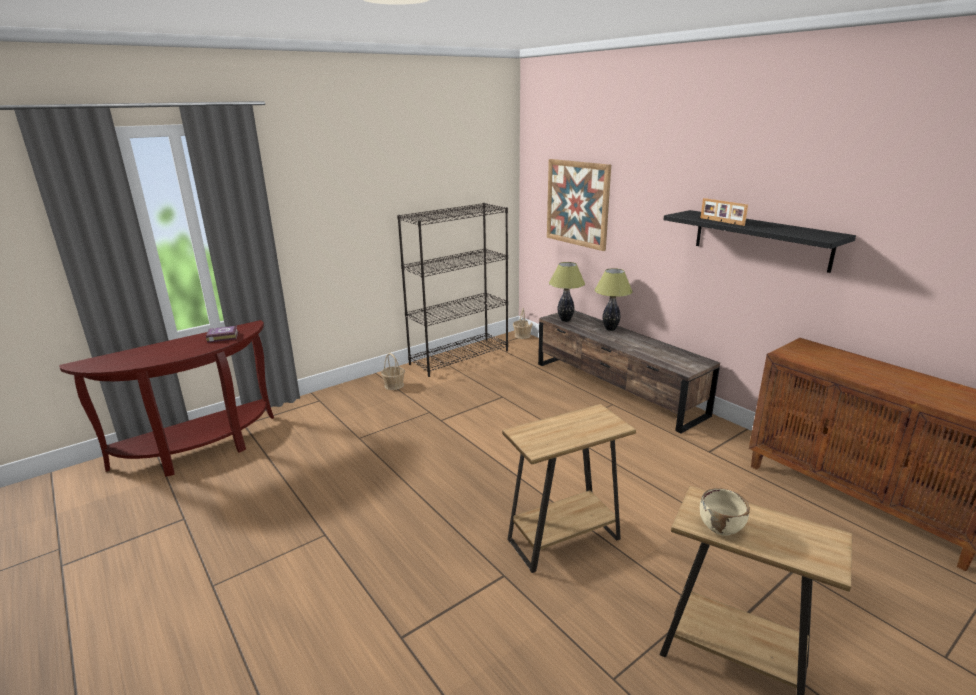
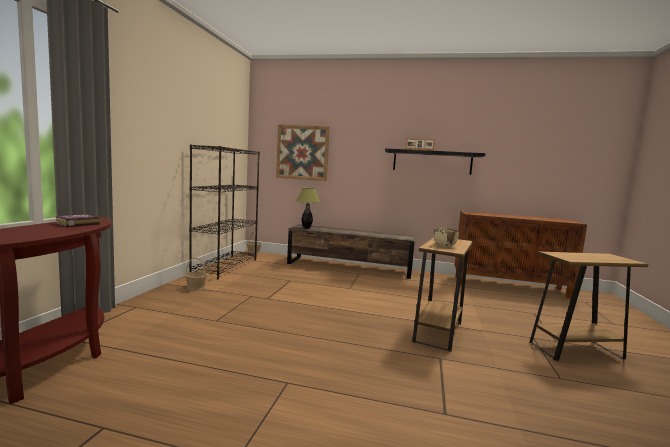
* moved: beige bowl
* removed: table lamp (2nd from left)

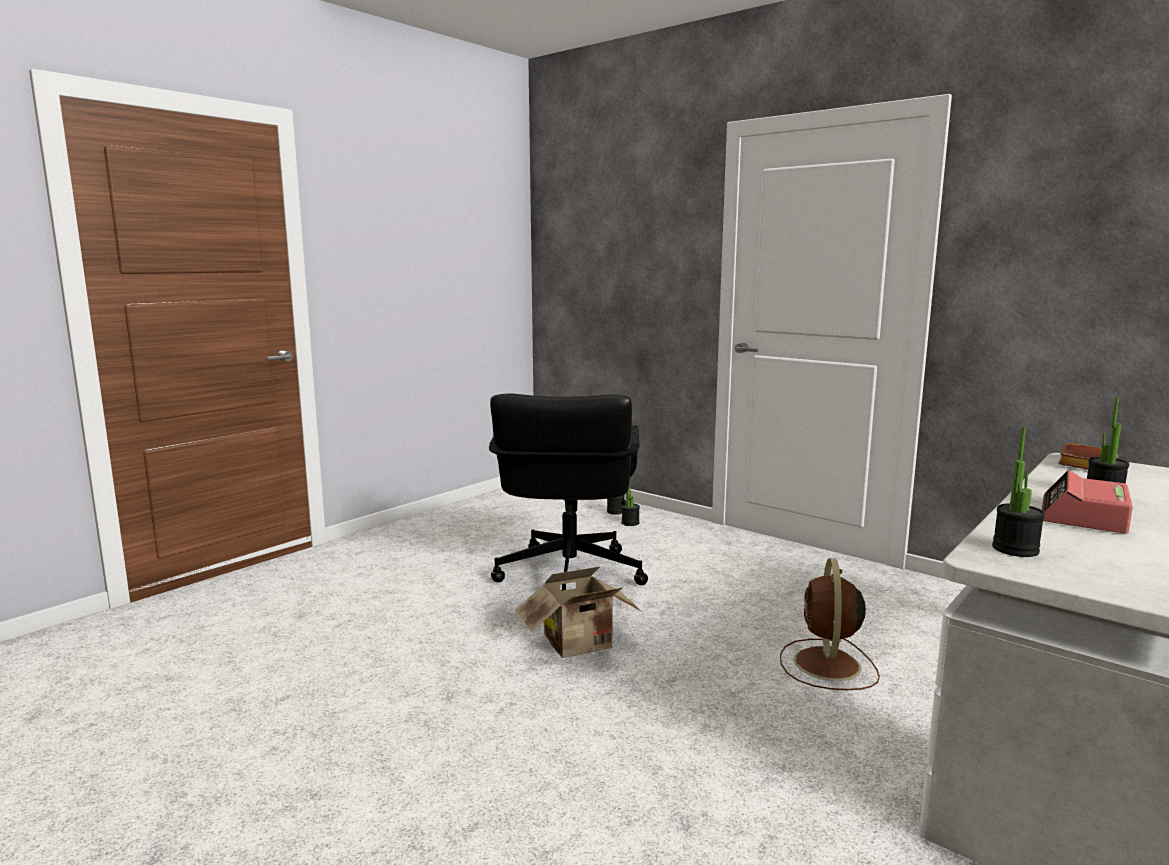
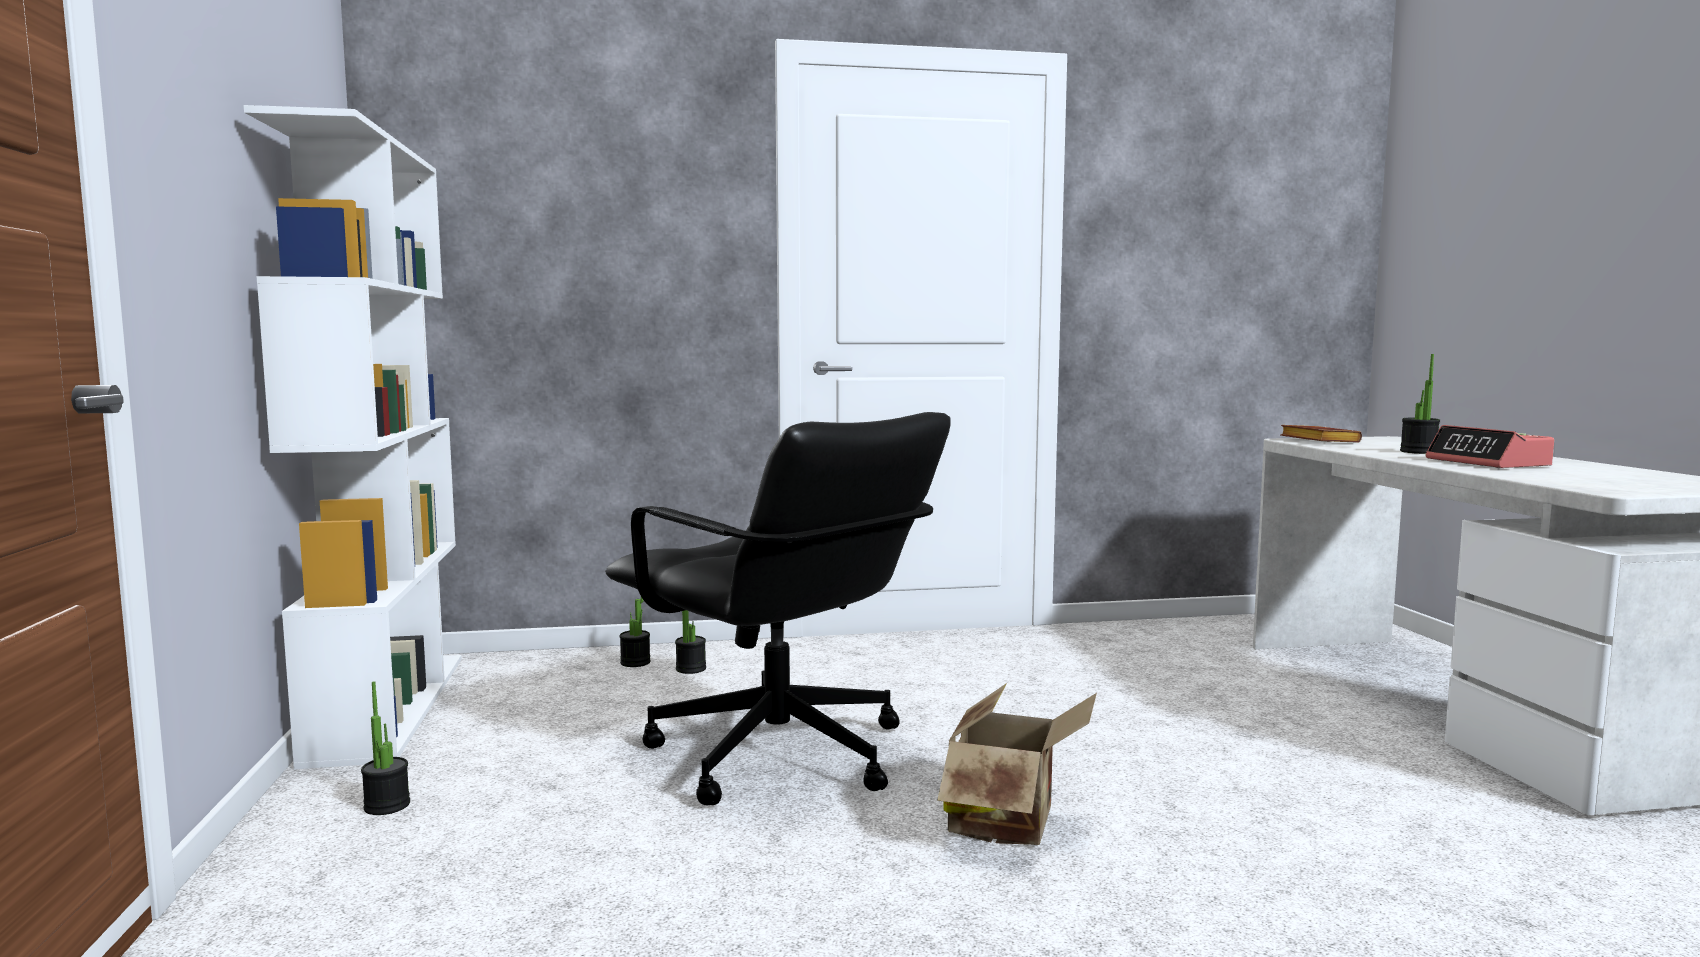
* added: white bookcase
* moved: potted plant (3rd from left in the first image) to potted plant (1st from left)
* removed: brown fan

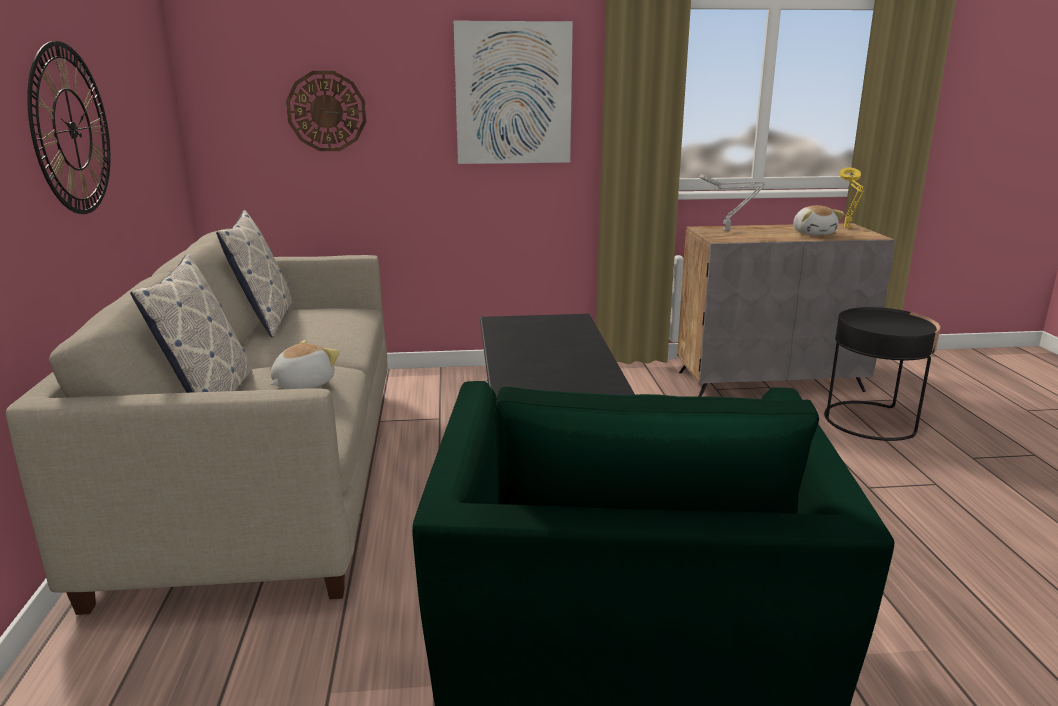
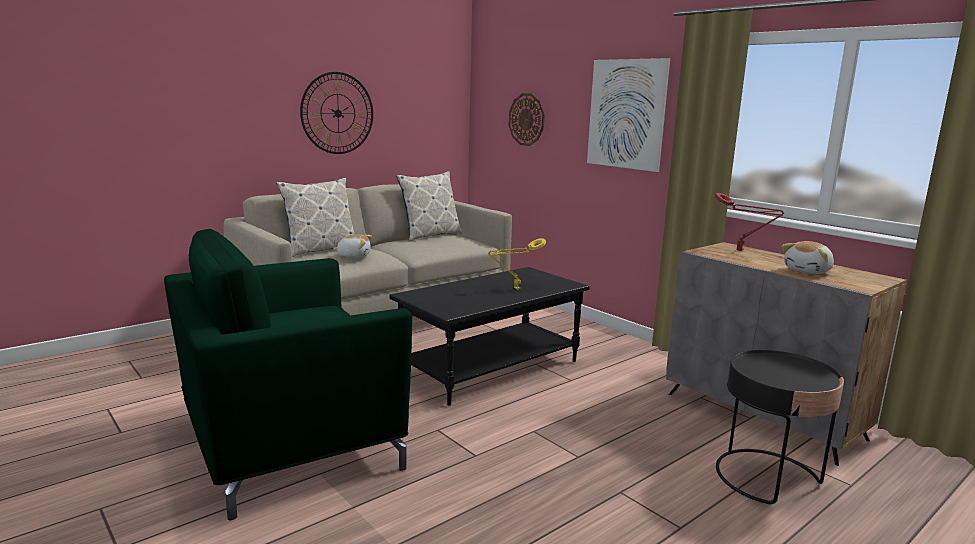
* moved: yellow table lamp
* recoloured: grey table lamp to red table lamp

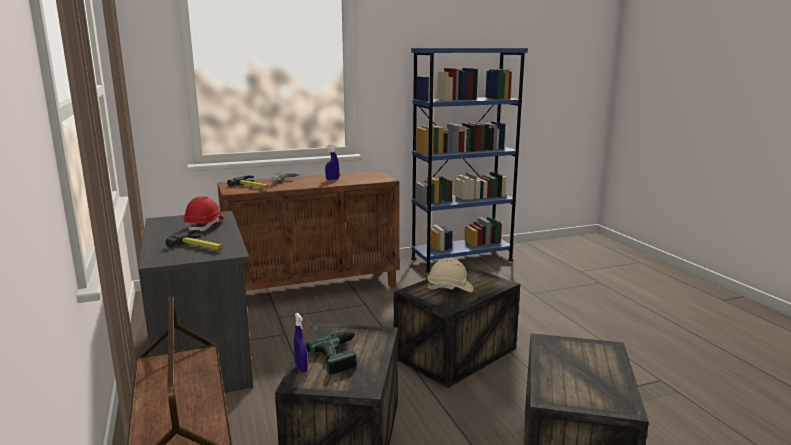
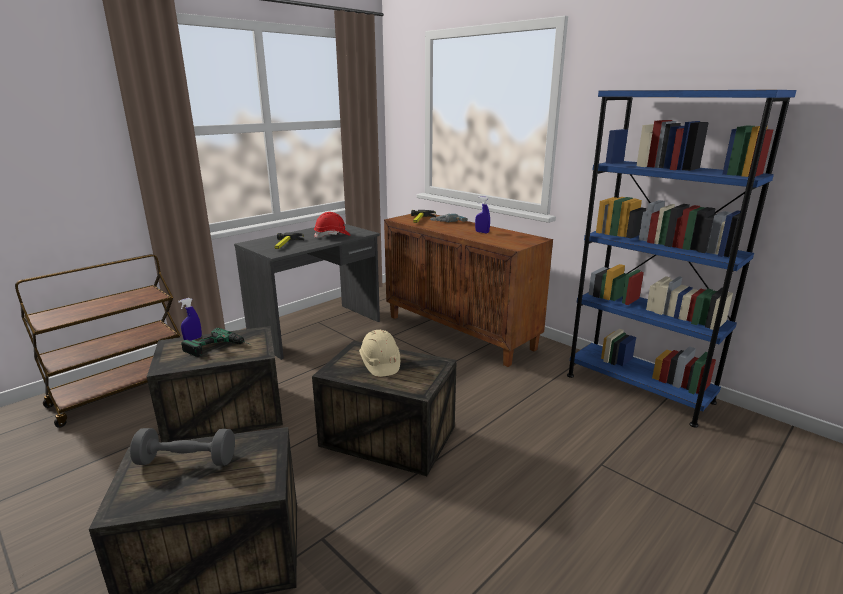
* added: grey dumbbell

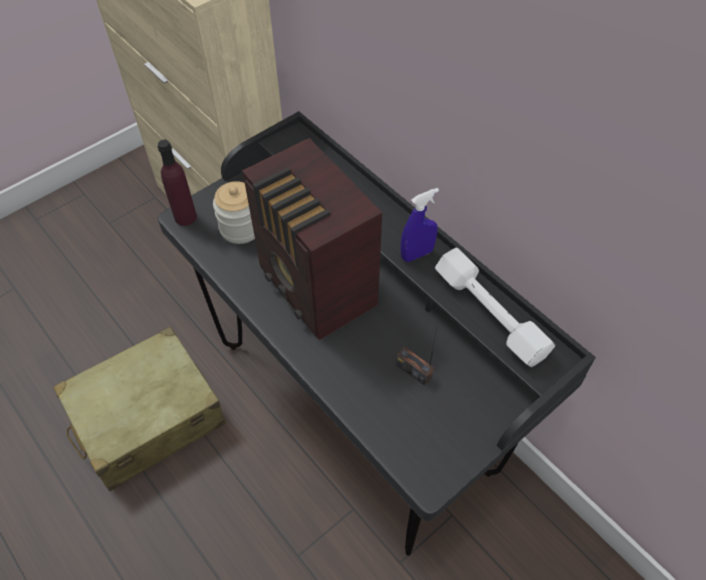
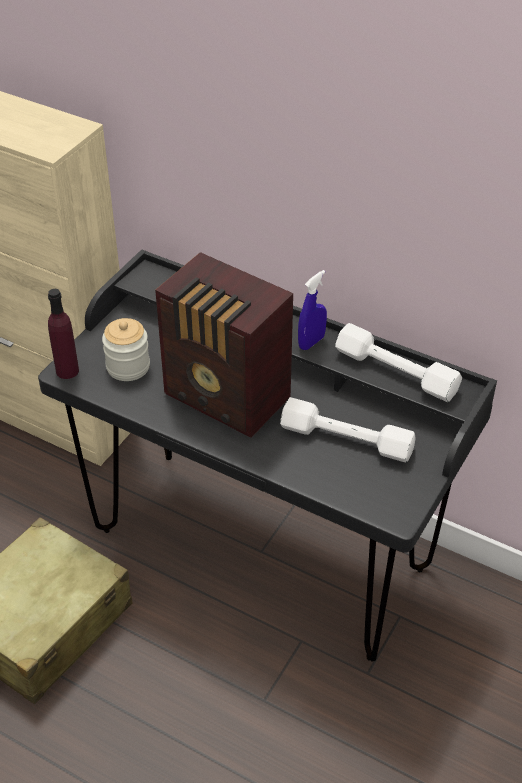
* replaced: radio (2nd from left) to white dumbbell (1st from left)

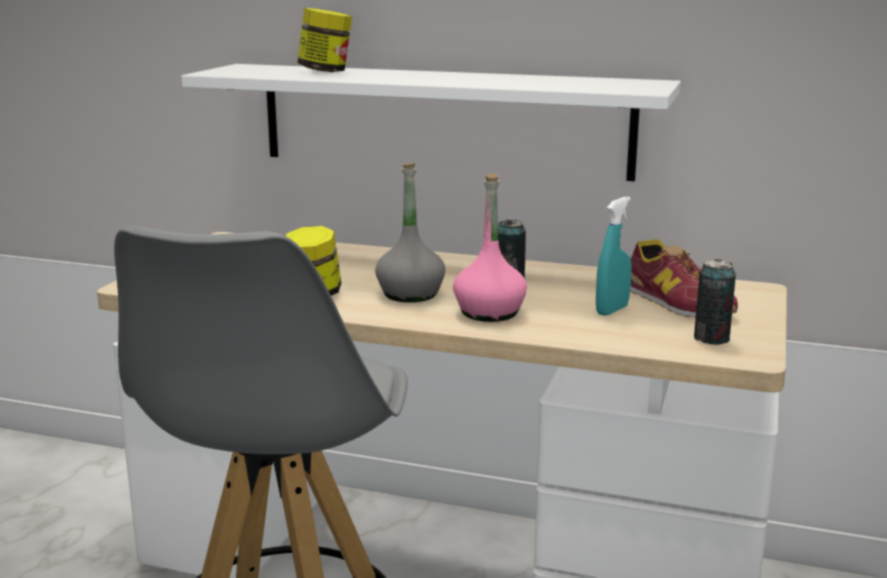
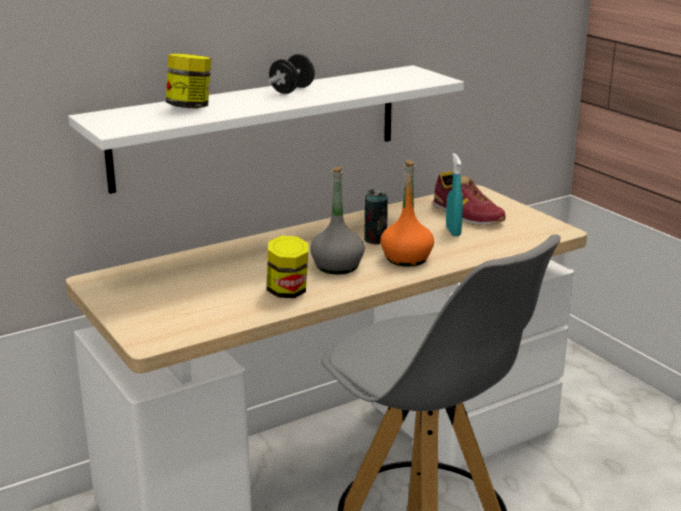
* added: black dumbbell
* recoloured: pink bottle to orange bottle
* turned: shoe 45 degrees clockwise
* removed: can (2nd from left)

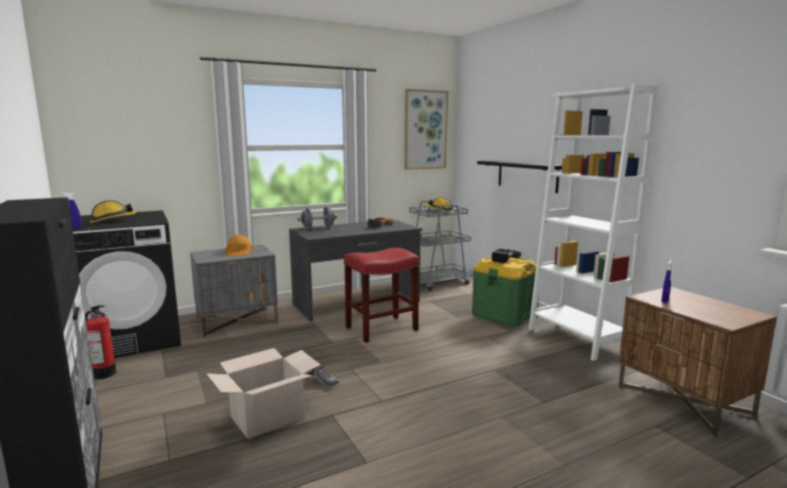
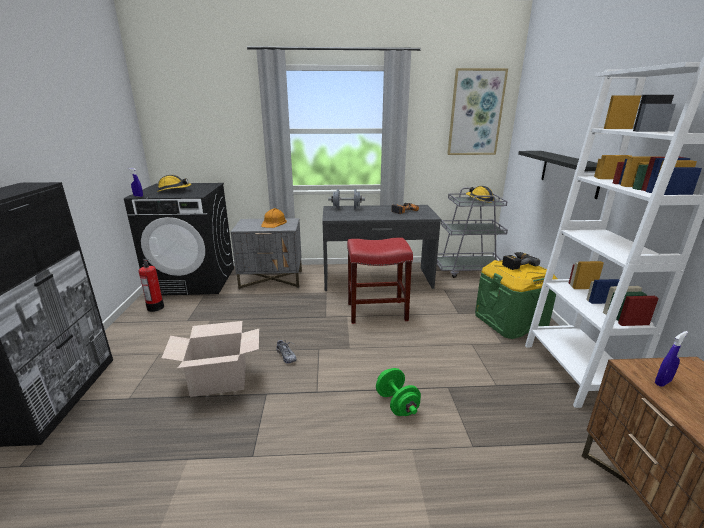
* added: green dumbbell

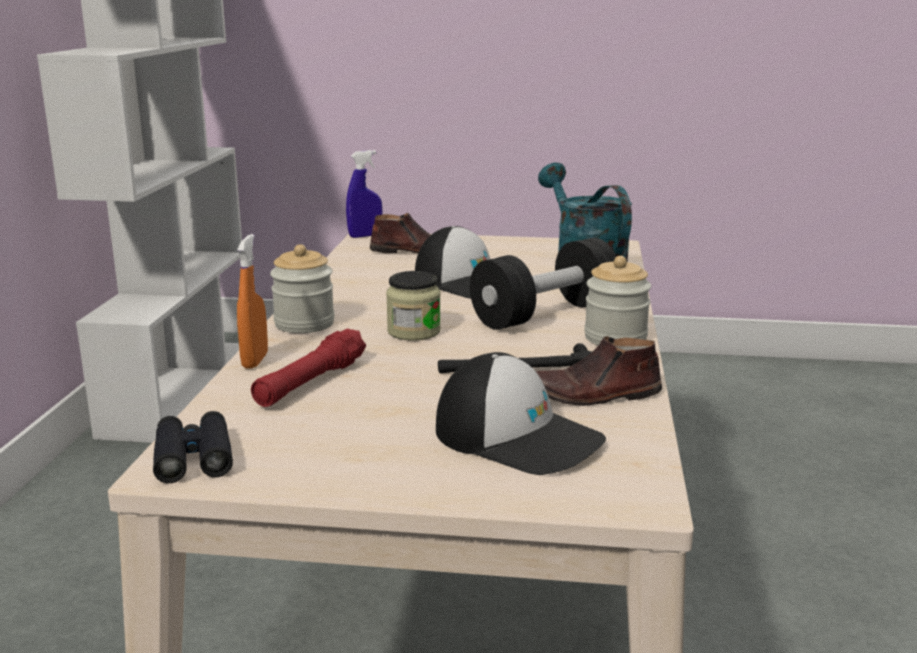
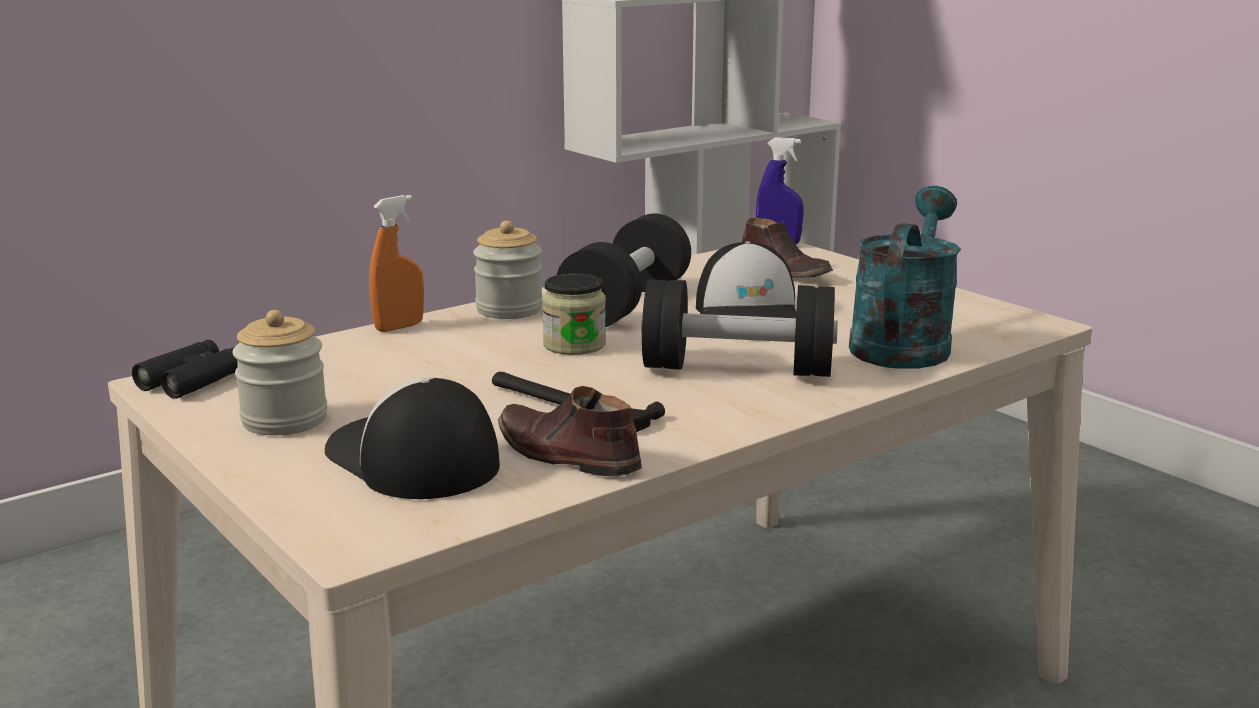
* moved: jar (3rd from left in the first image) to jar (1st from left)
* turned: cap (2nd from left in the first image) 150 degrees clockwise
* added: black dumbbell (1st from left)
* removed: red flashlight

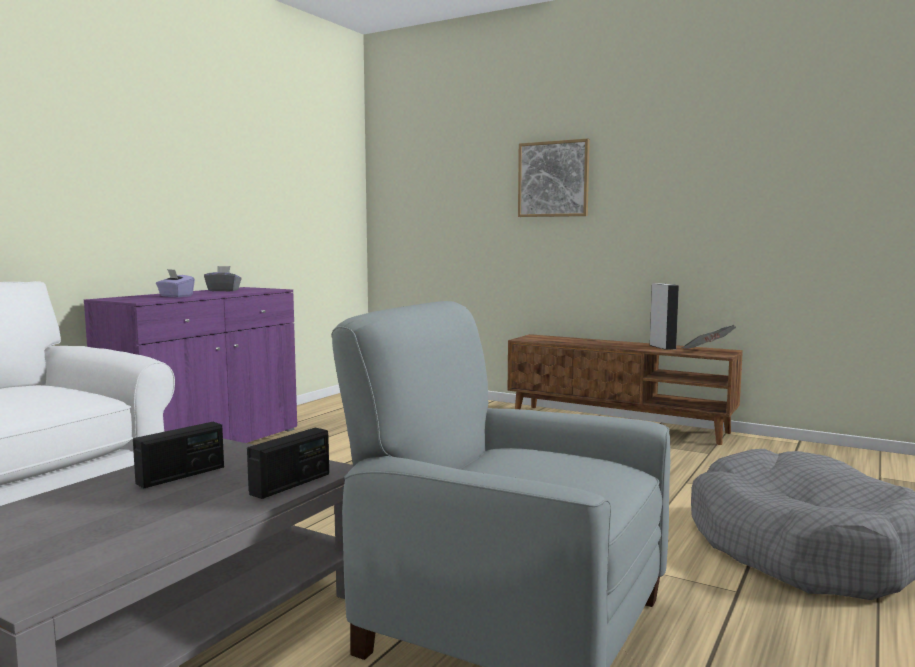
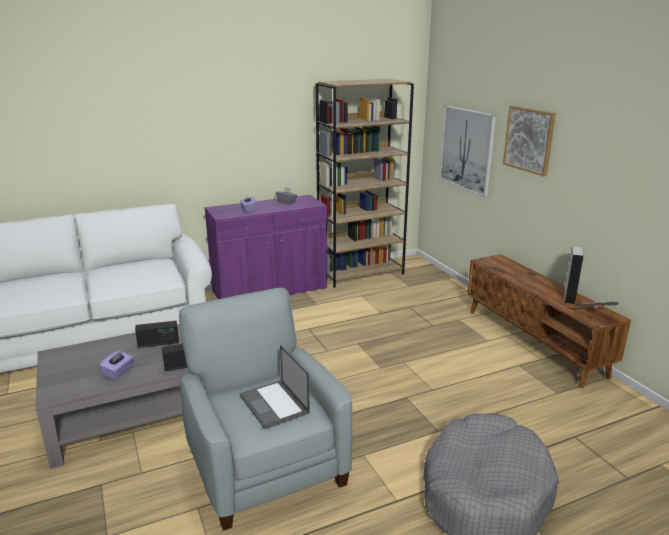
* added: purple tissue box (1st from left)
* added: laptop
* added: brown bookcase
* added: picture (1st from left)

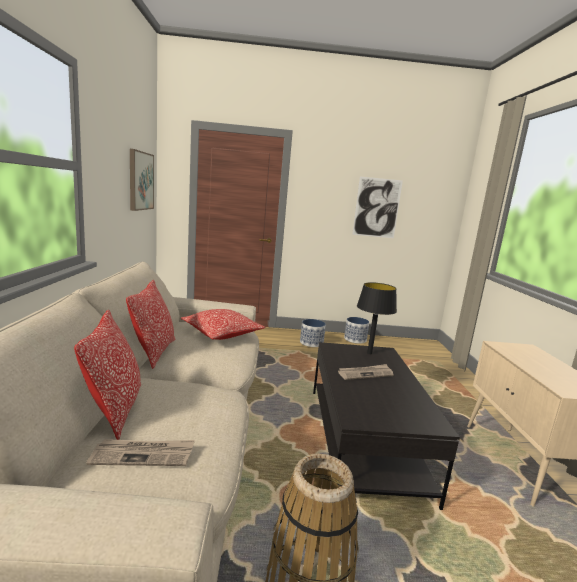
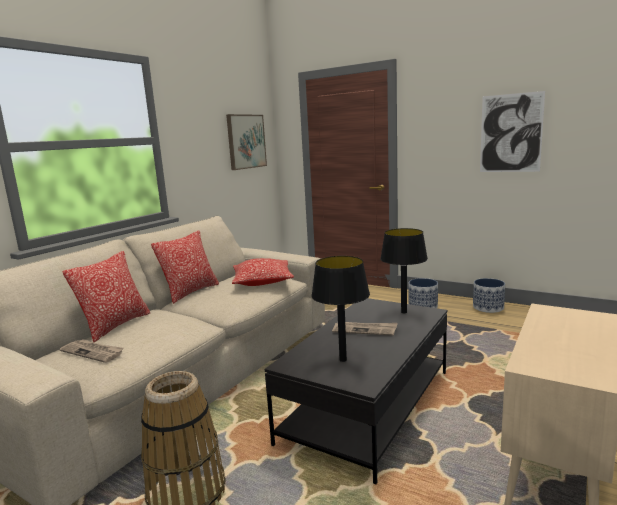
* added: black table lamp (1st from left)

